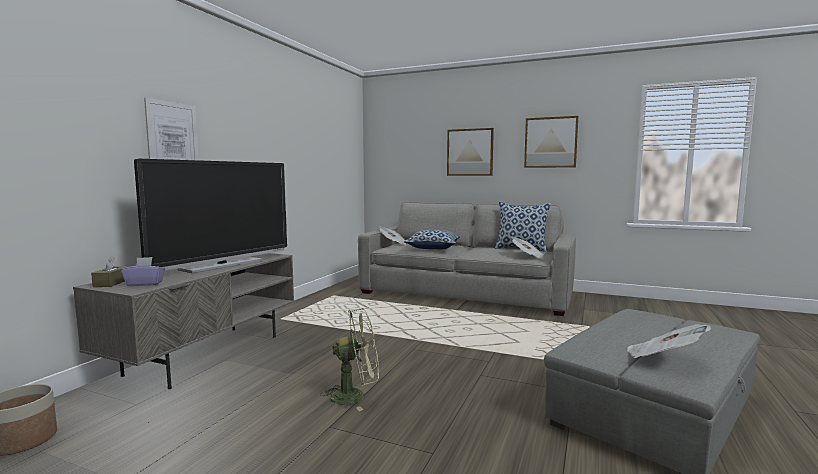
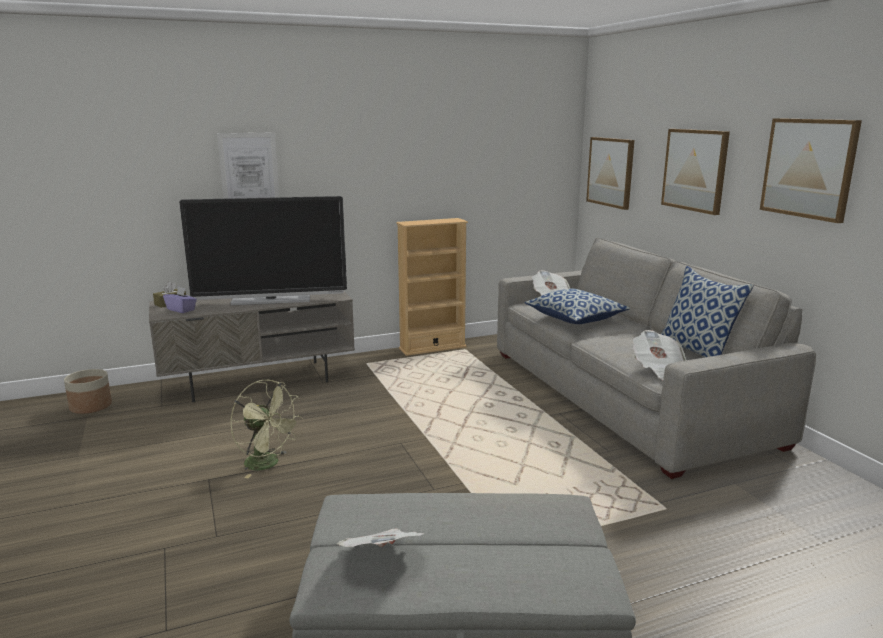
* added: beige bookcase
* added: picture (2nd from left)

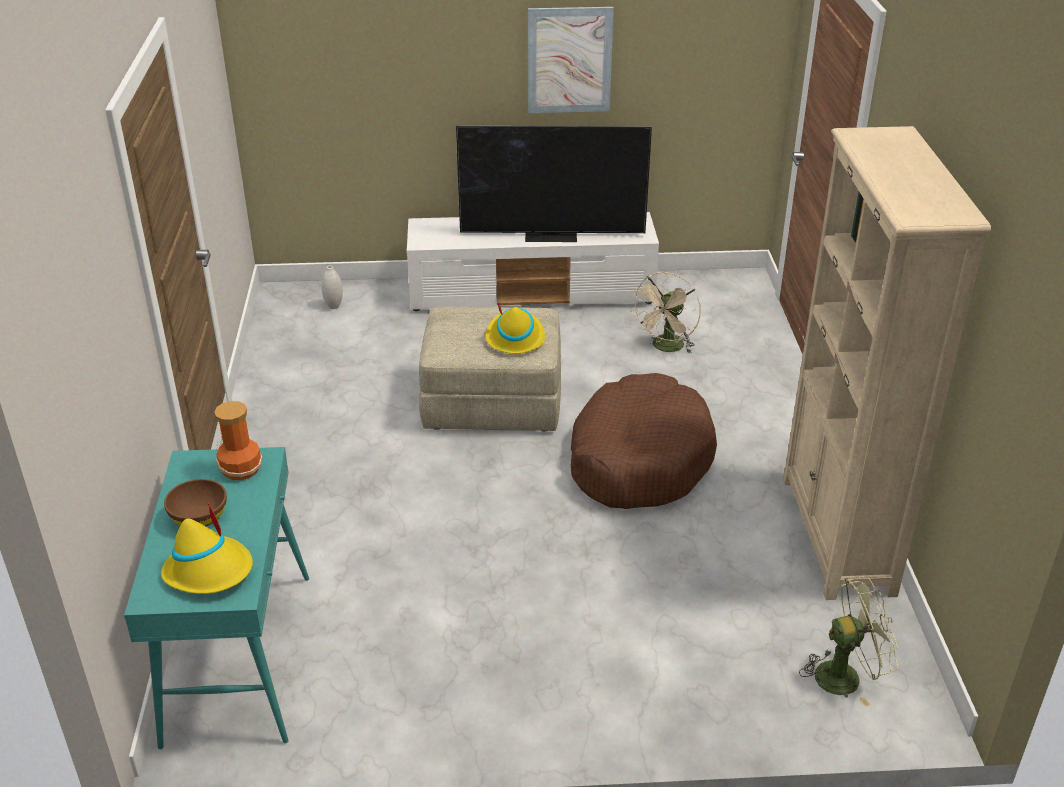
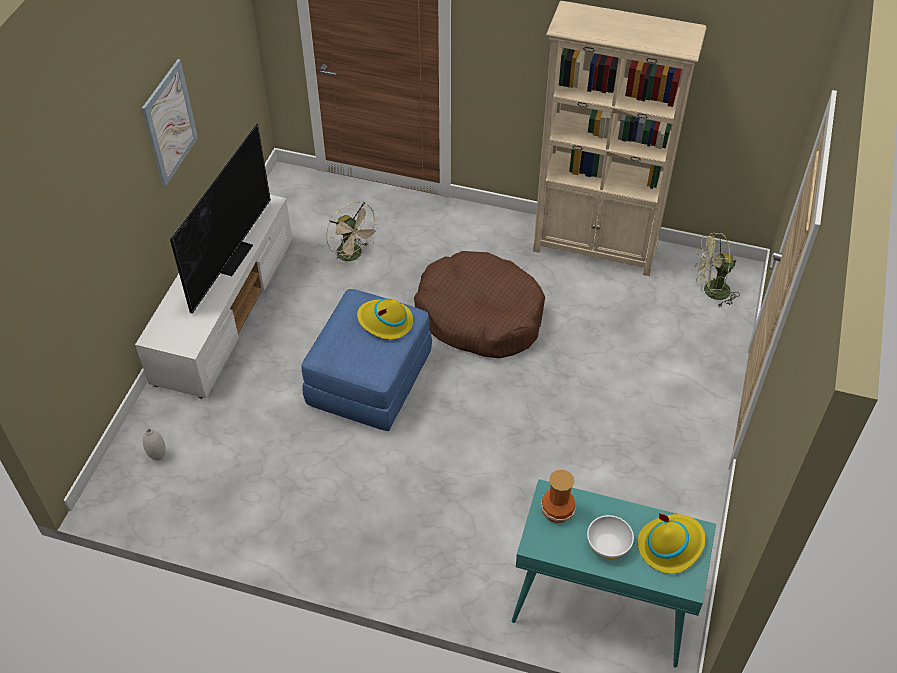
* recoloured: beige ottoman to blue ottoman
* recoloured: brown bowl to white bowl
* turned: green fan 105 degrees counterclockwise

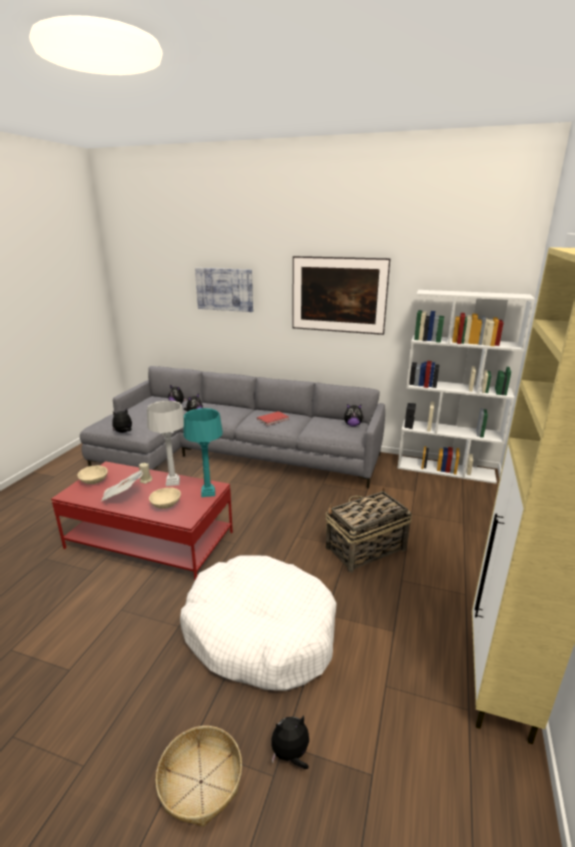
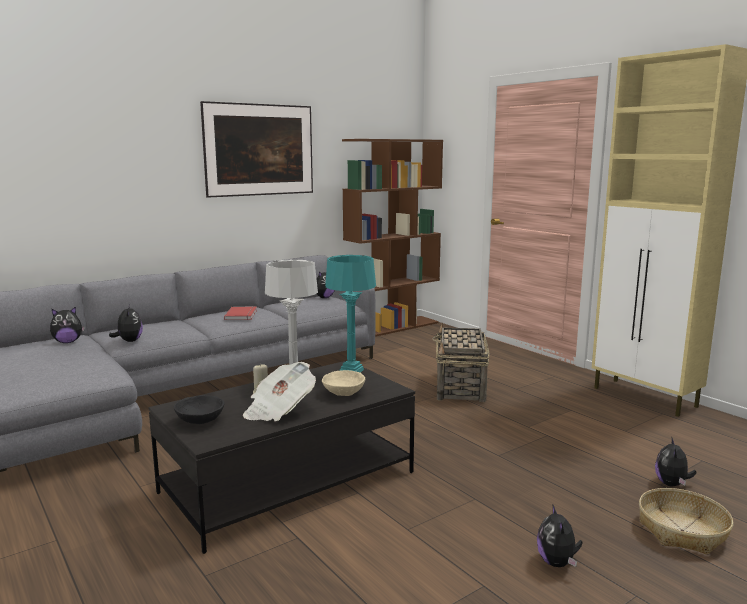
* recoloured: red coffee table to black coffee table
* recoloured: beige bowl (1st from left) to black bowl
* recoloured: white bookcase to brown bookcase
* moved: plush toy (1st from left in the first image) to plush toy (4th from left)
* removed: white dog bed
* removed: picture (1st from left)

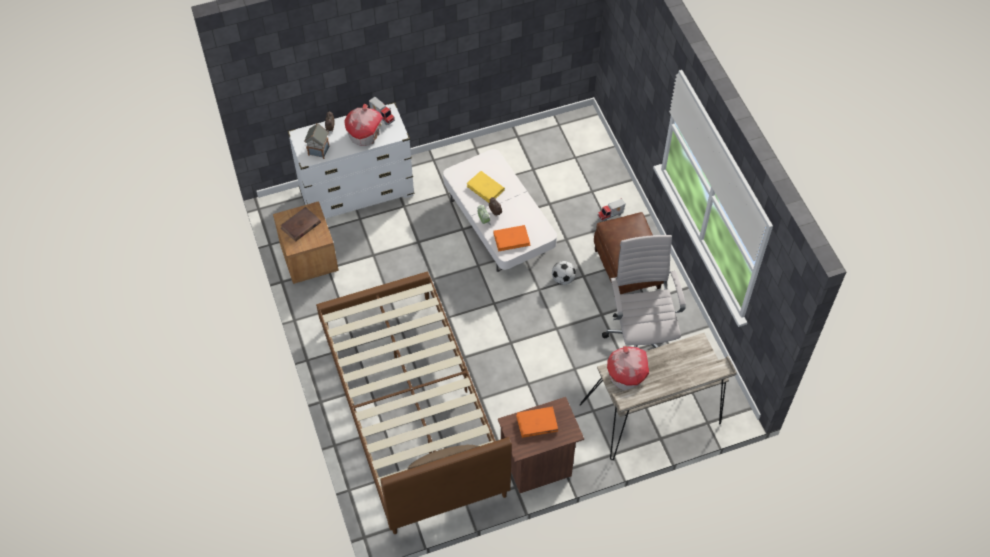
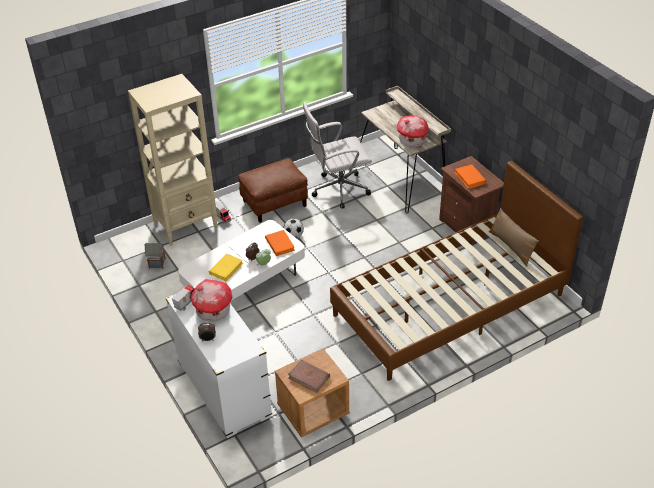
* added: beige bookcase
* moved: toy house (1st from left)

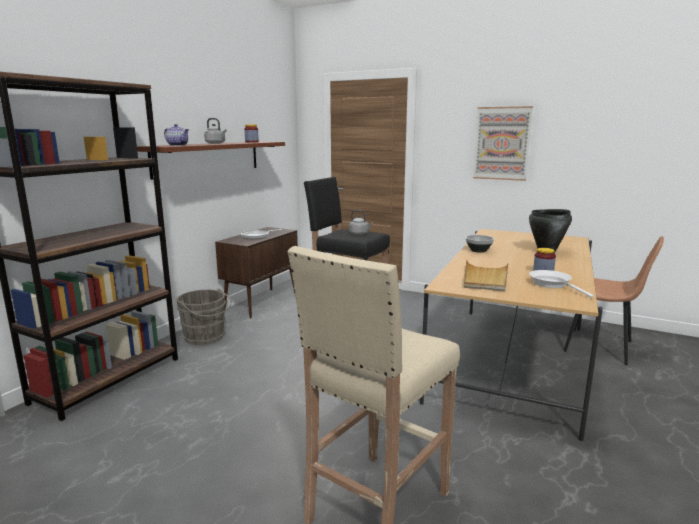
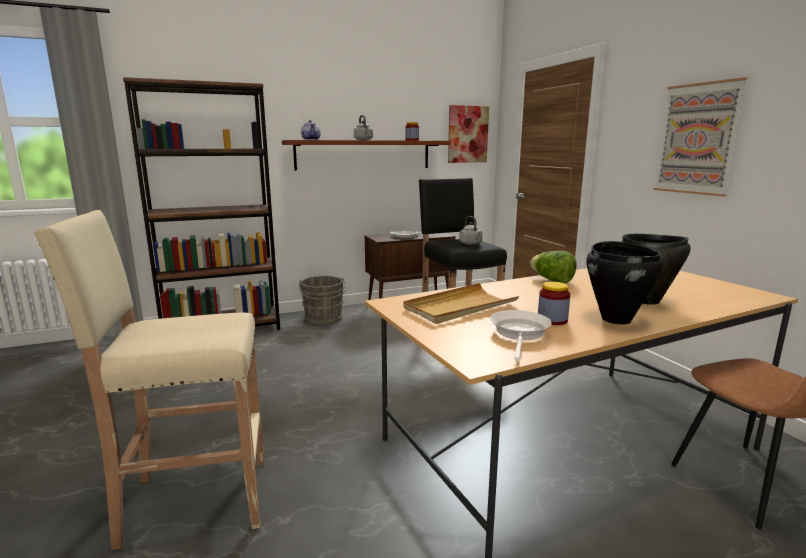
* added: picture (1st from left)
* replaced: bowl to lettuce
* added: black cooking pot (1st from left)

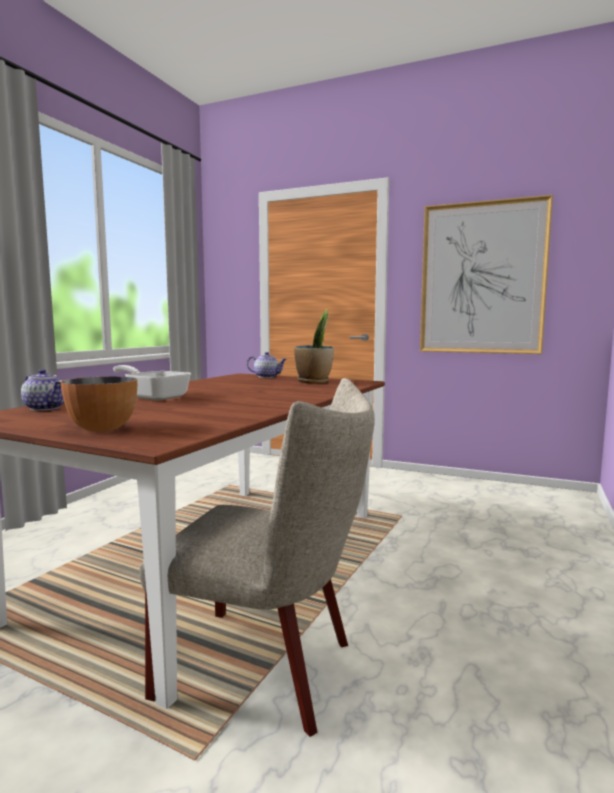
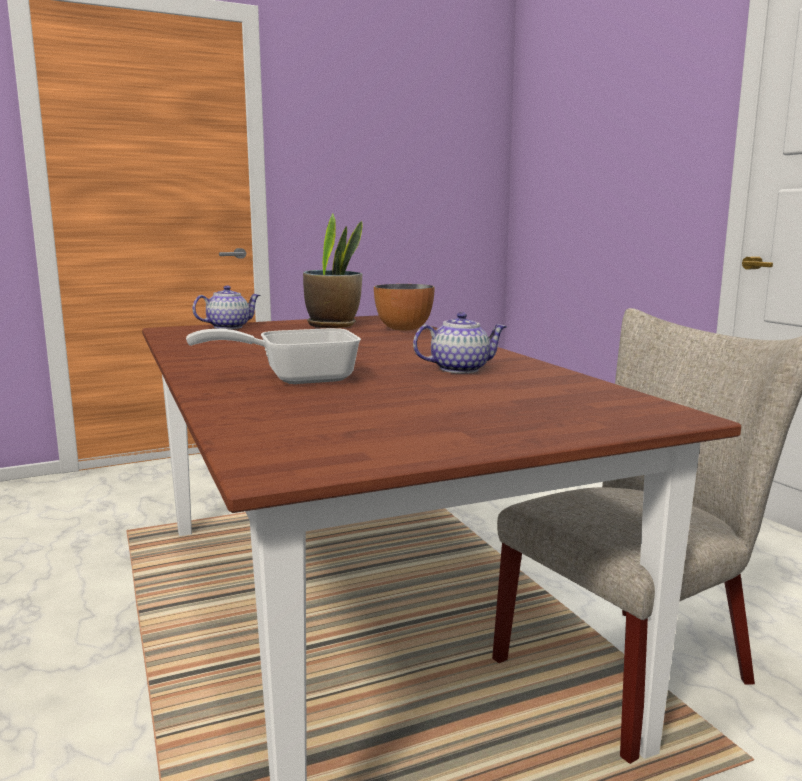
* moved: bowl
* moved: teapot (1st from left in the first image) to teapot (2nd from left)
* removed: picture

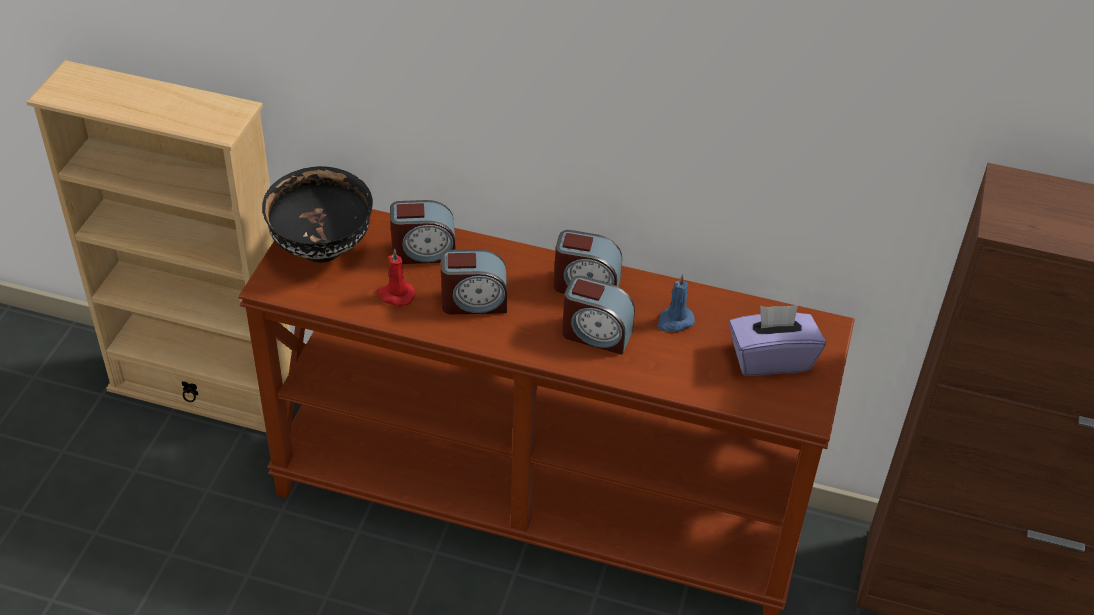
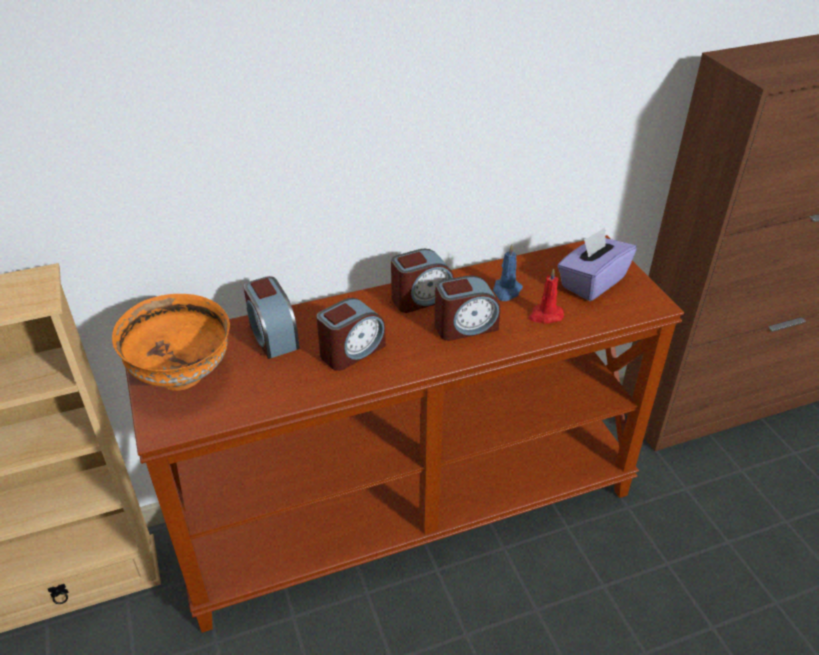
* recoloured: black bowl to orange bowl
* turned: alarm clock (1st from left) 105 degrees clockwise
* moved: red candle

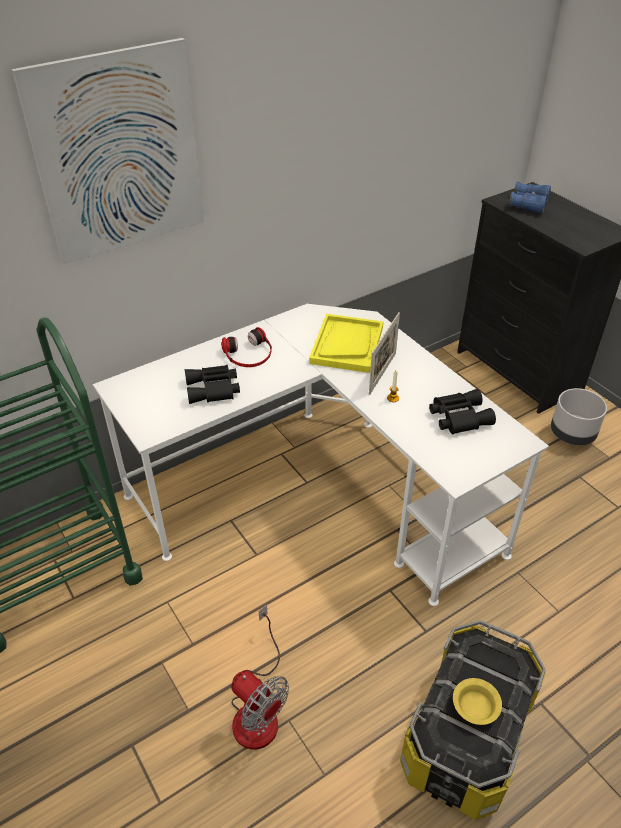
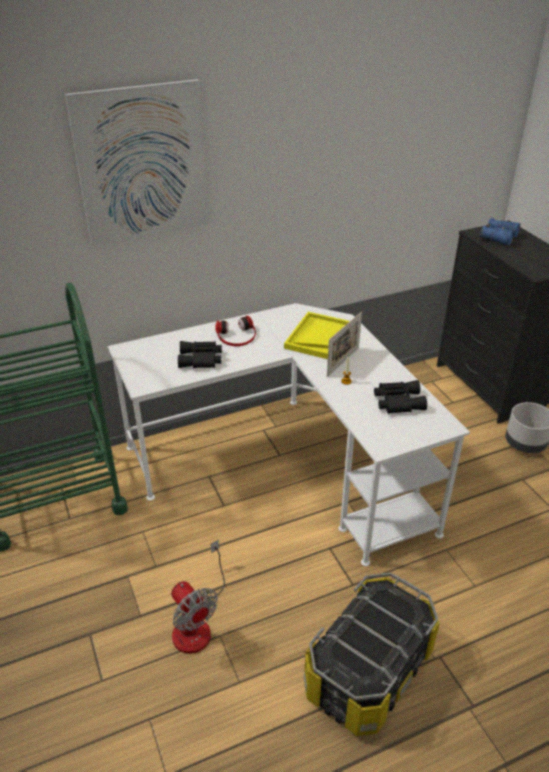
* removed: yellow bowl

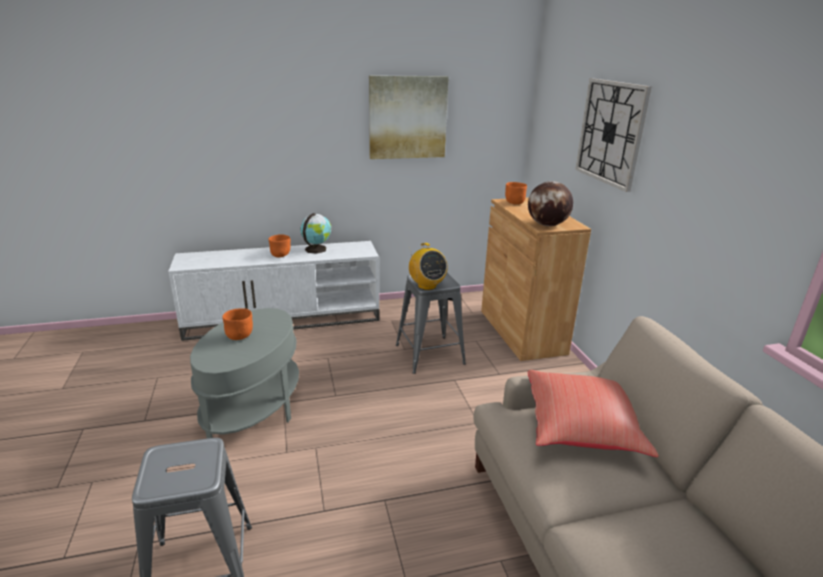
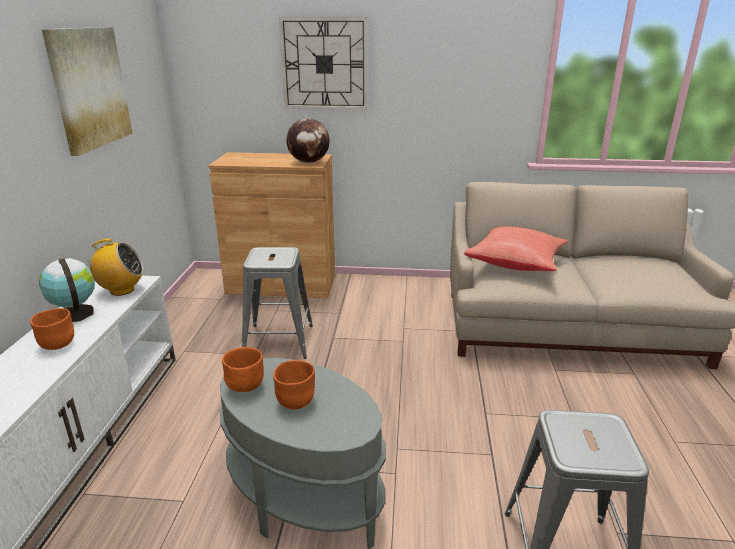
* moved: radio
* moved: orange bowl (3rd from left in the first image) to orange bowl (2nd from left)

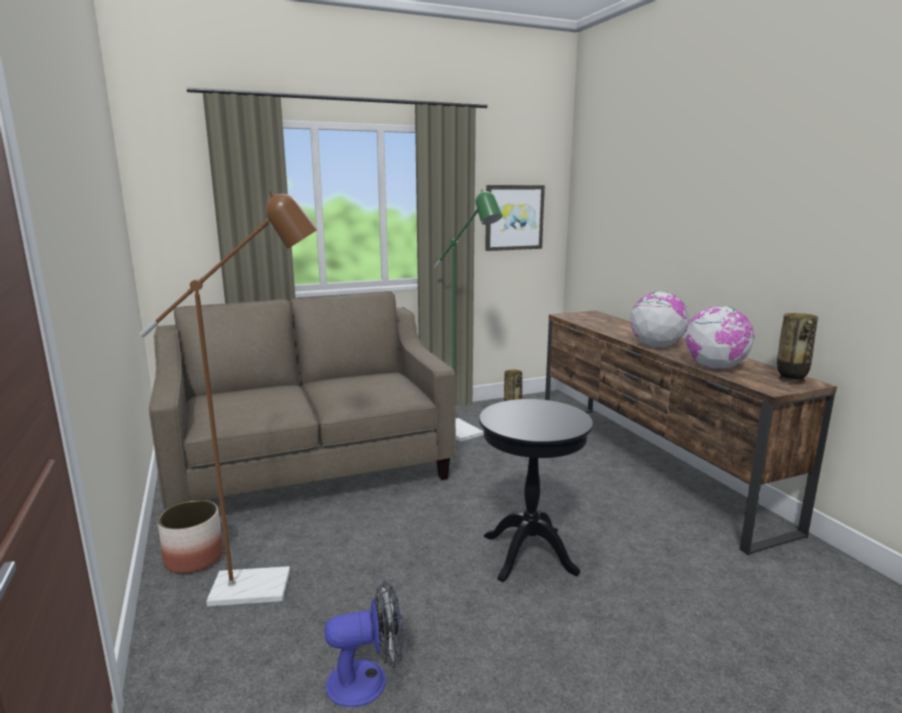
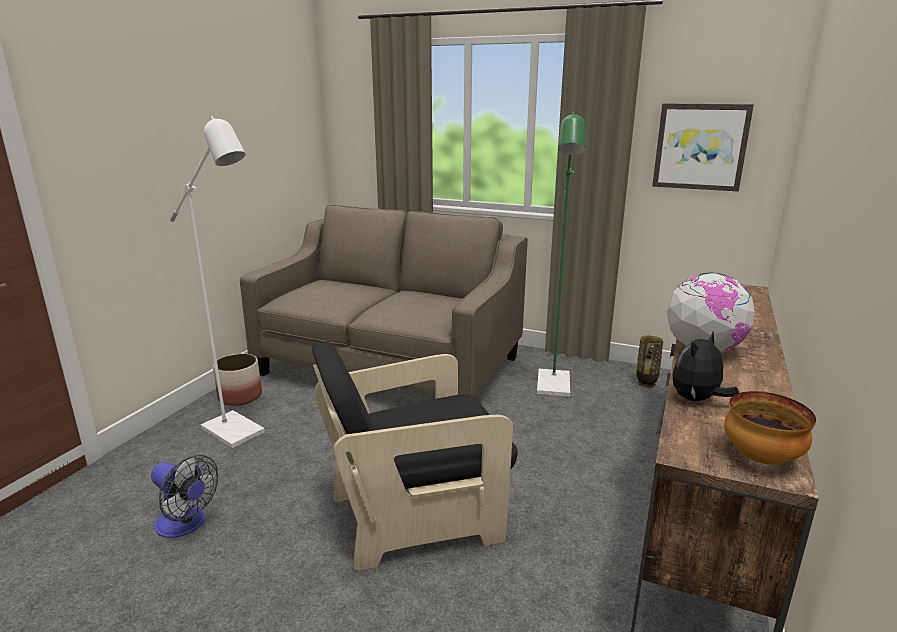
* recoloured: brown floor lamp to white floor lamp
* replaced: black side table to black armchair
* replaced: globe (2nd from left) to plush toy
* replaced: vase (2nd from left) to bowl

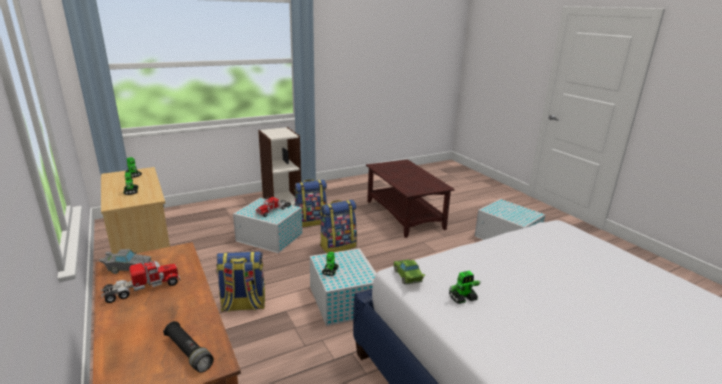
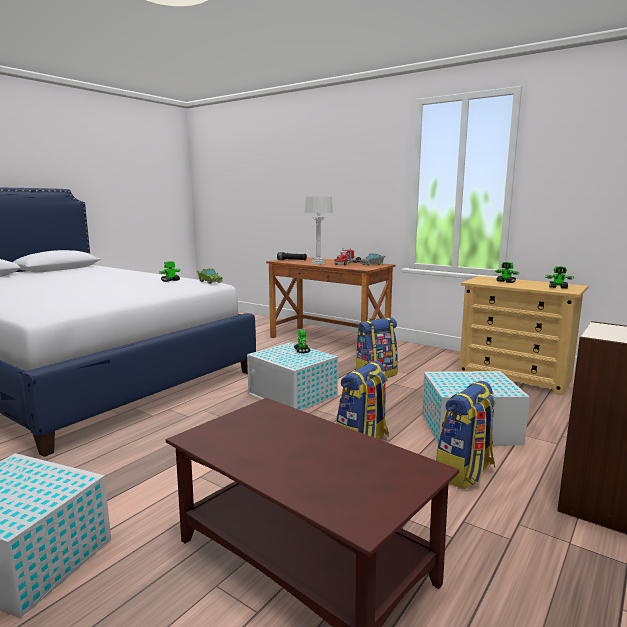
* added: grey table lamp
* removed: toy truck (2nd from left)

